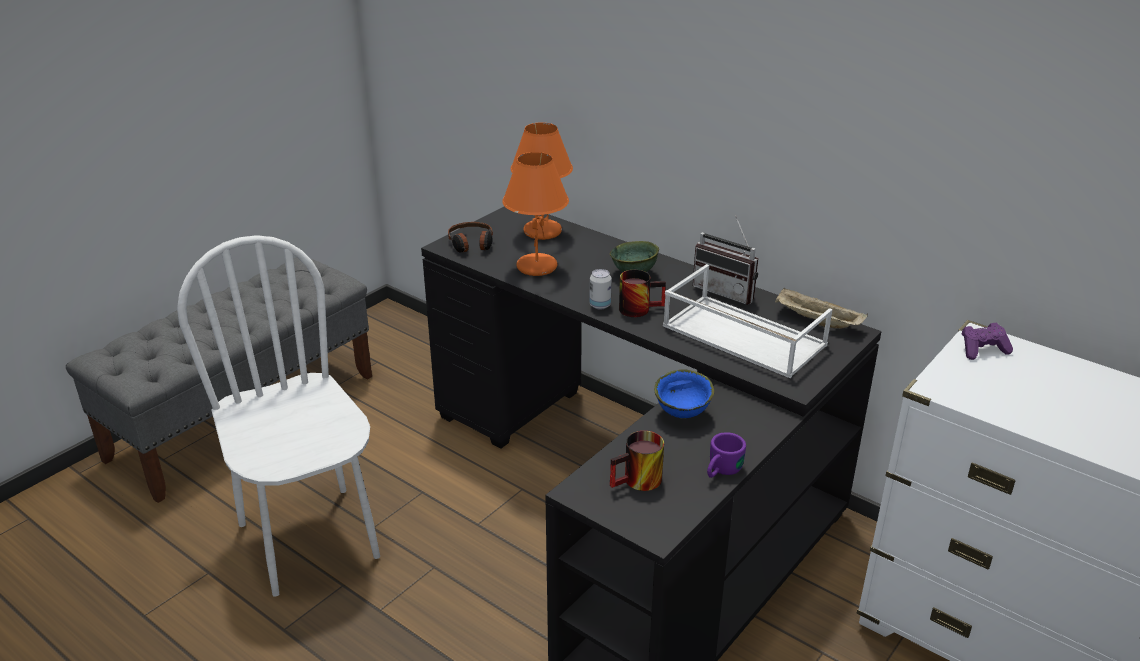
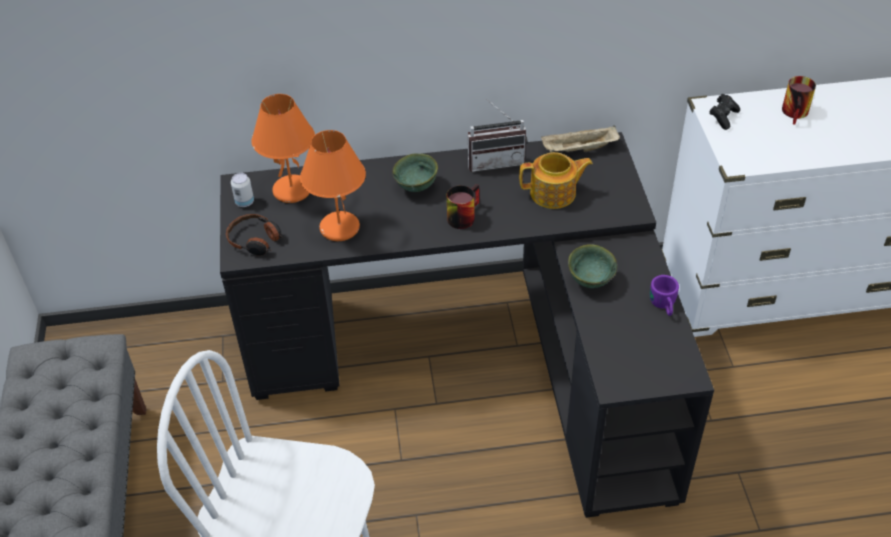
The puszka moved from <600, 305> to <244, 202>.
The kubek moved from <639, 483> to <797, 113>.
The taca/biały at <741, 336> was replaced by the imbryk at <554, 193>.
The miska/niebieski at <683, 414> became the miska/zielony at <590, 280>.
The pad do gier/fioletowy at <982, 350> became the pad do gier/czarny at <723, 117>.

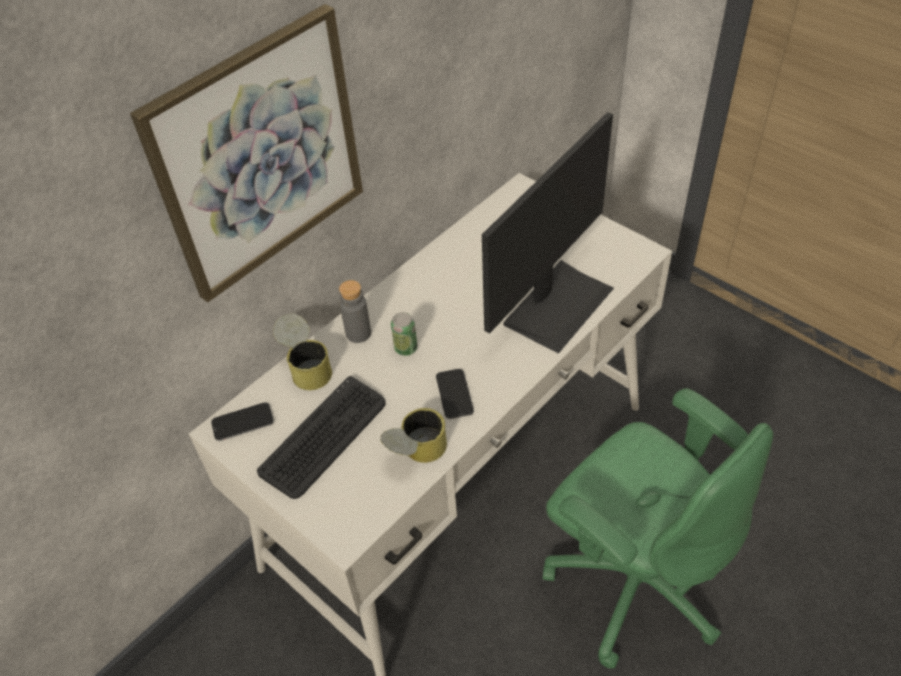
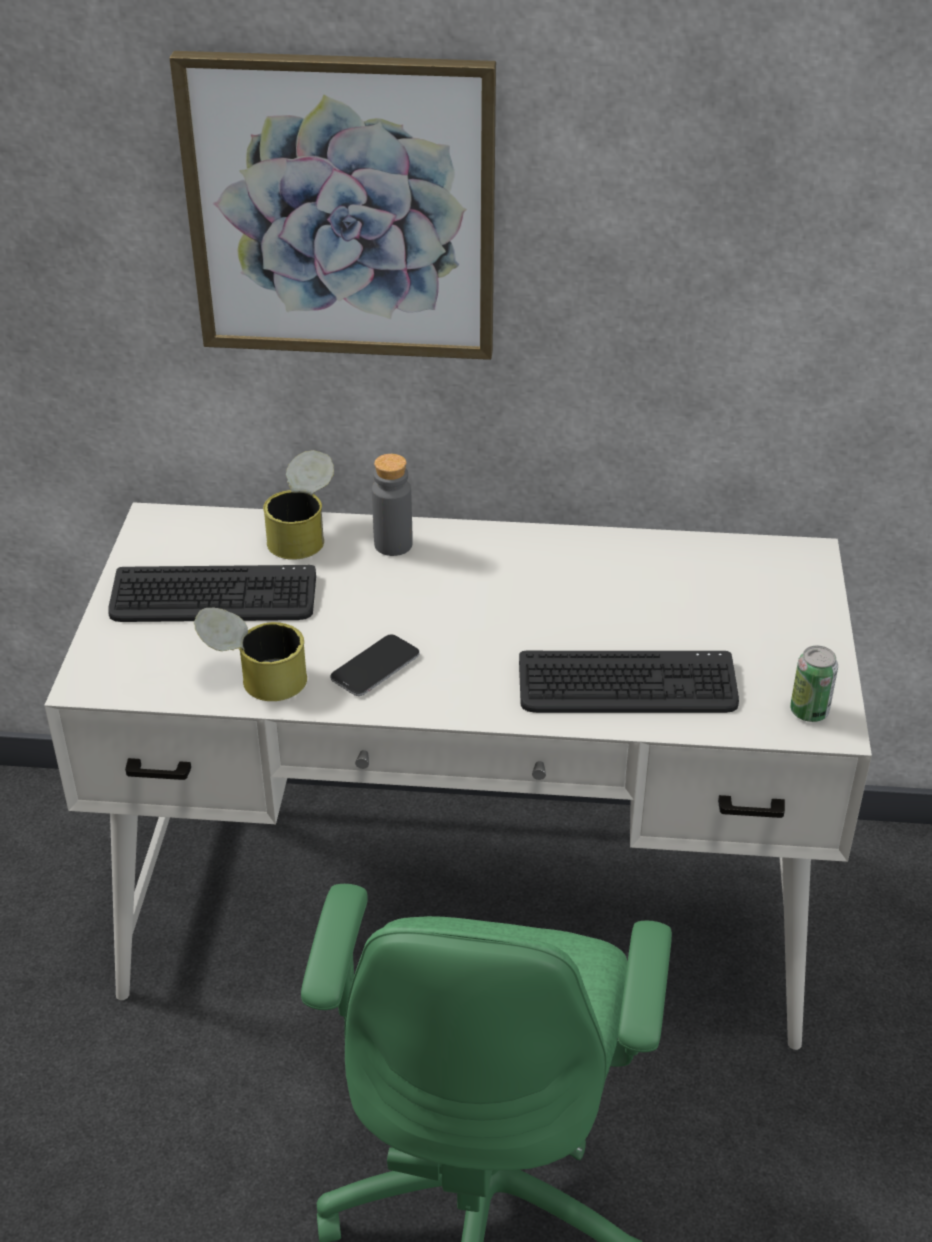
The telefon at <243, 422> disappeared.
The puszka moved from <406, 348> to <809, 711>.
The monitor at <557, 304> was replaced by the klawiatura at <627, 686>.

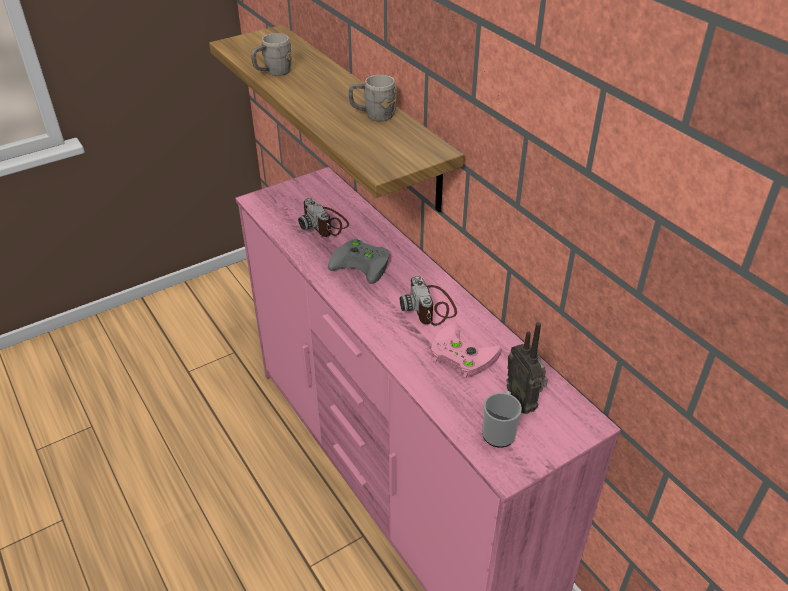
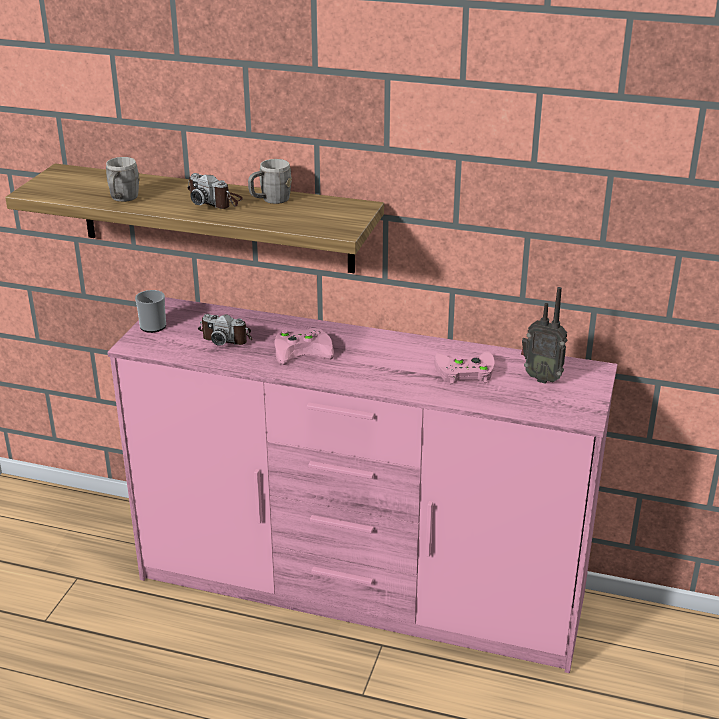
The aparat fotograficzny moved from <430, 307> to <215, 201>.
The kubek moved from <499, 431> to <152, 324>.
The pad do gier/szary at <363, 263> became the pad do gier/różowy at <304, 349>.

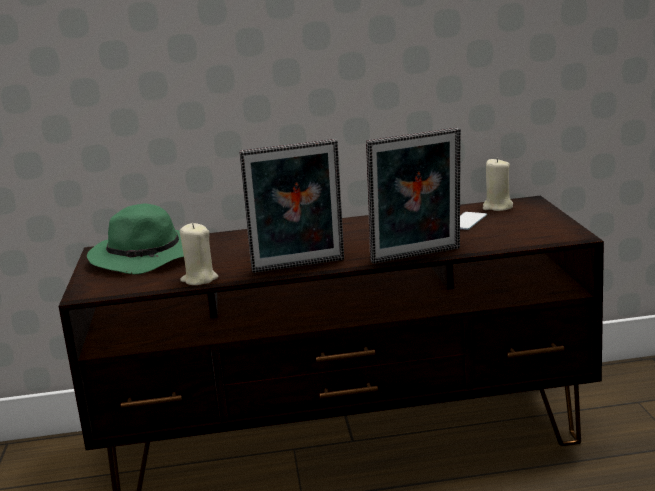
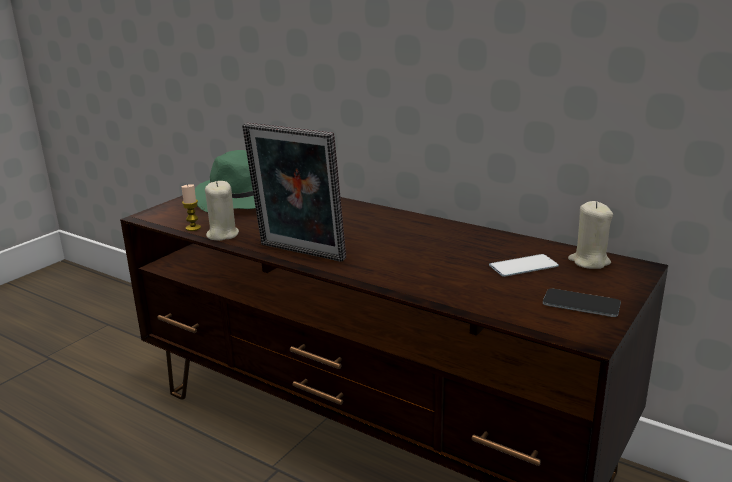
The ramka na zdjęcie at <417, 256> disappeared.
The świeca at <193, 228> appeared.
The telefon at <581, 303> appeared.

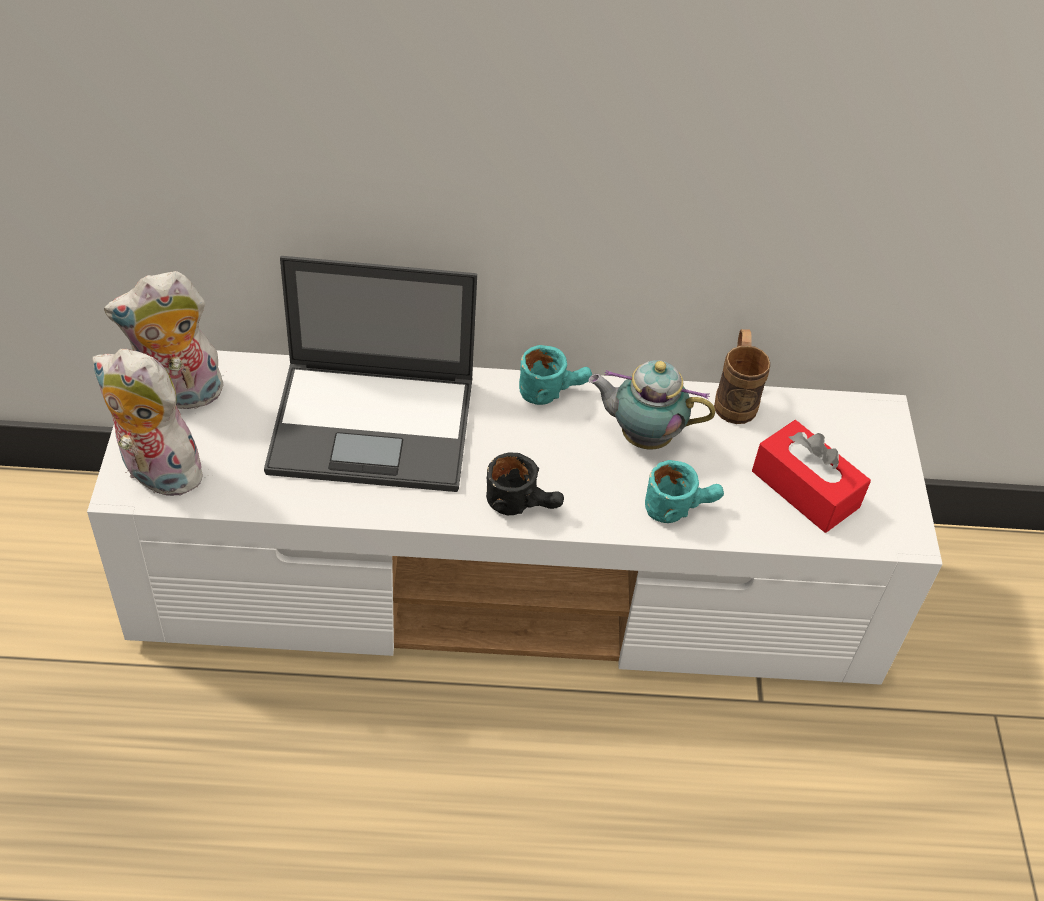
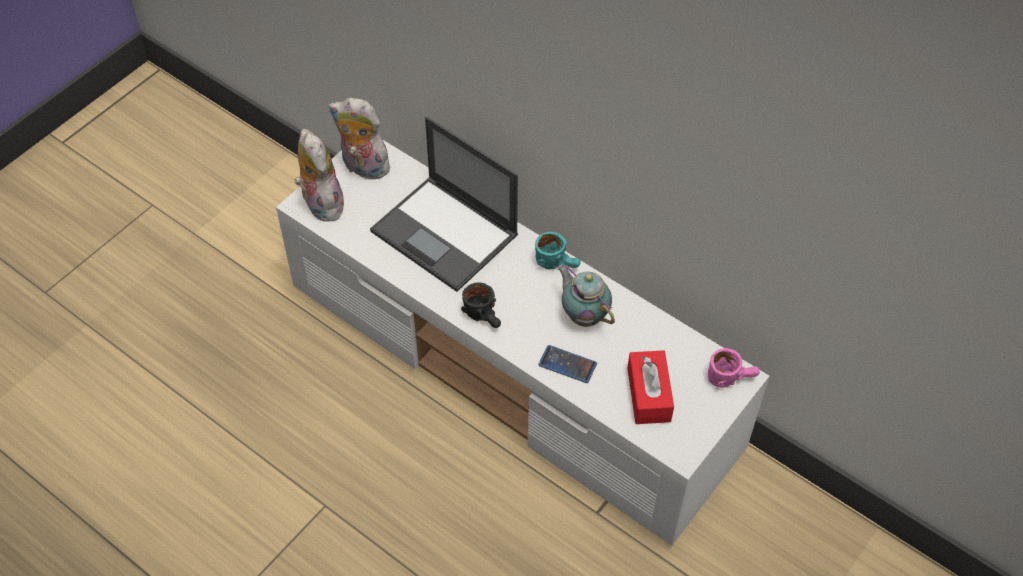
The kubek/brązowy at <735, 399> disappeared.
The kubek/różowy at <731, 377> appeared.
The kubek/turkusowy at <680, 506> was replaced by the telefon at <567, 364>.

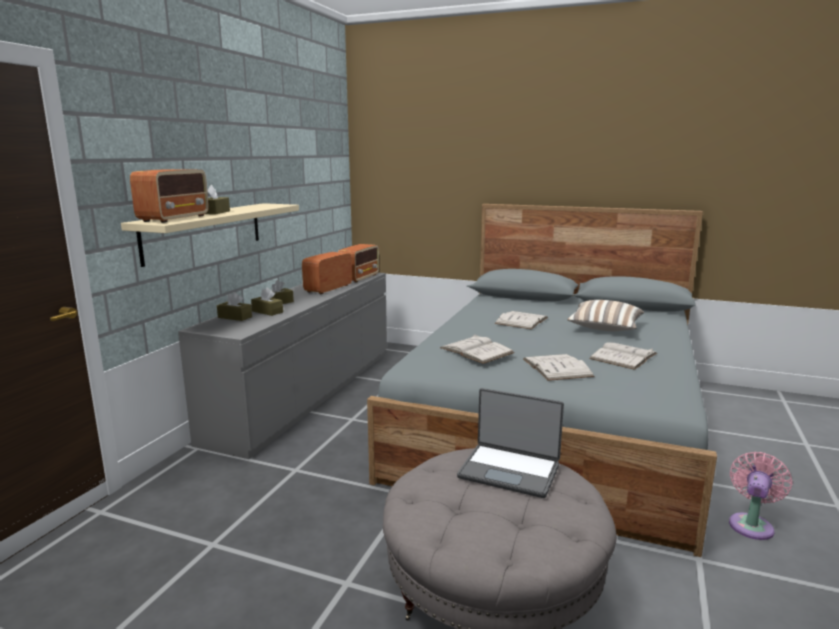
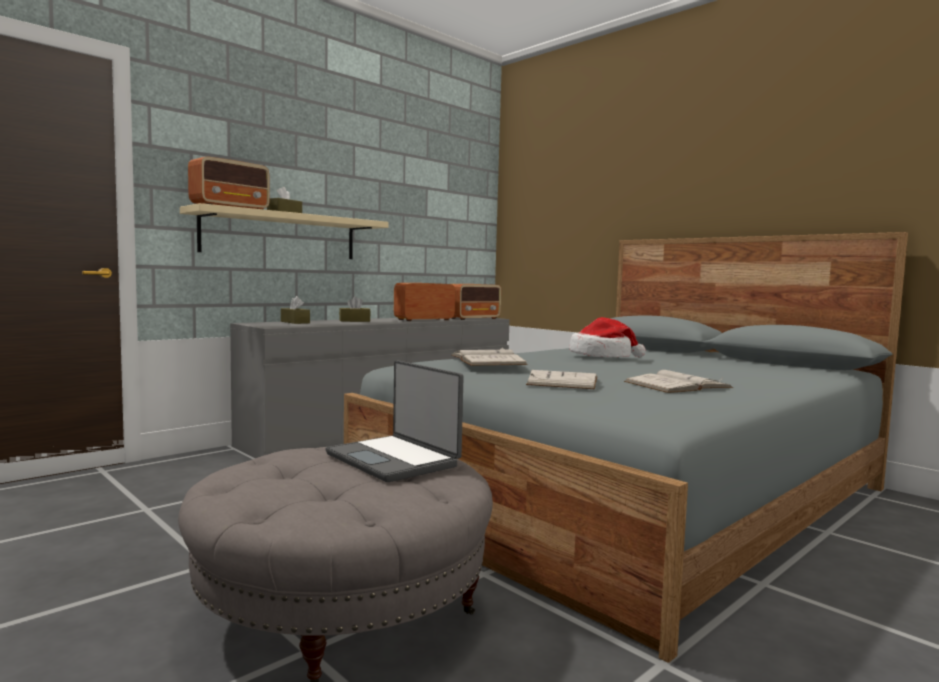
The pudełko chusteczek/brązowy at <267, 312> disappeared.
The poduszka at <604, 329> disappeared.
The wentylator/różowy at <751, 524> disappeared.
The książka/biały at <521, 320> was replaced by the kapelusz at <602, 356>.

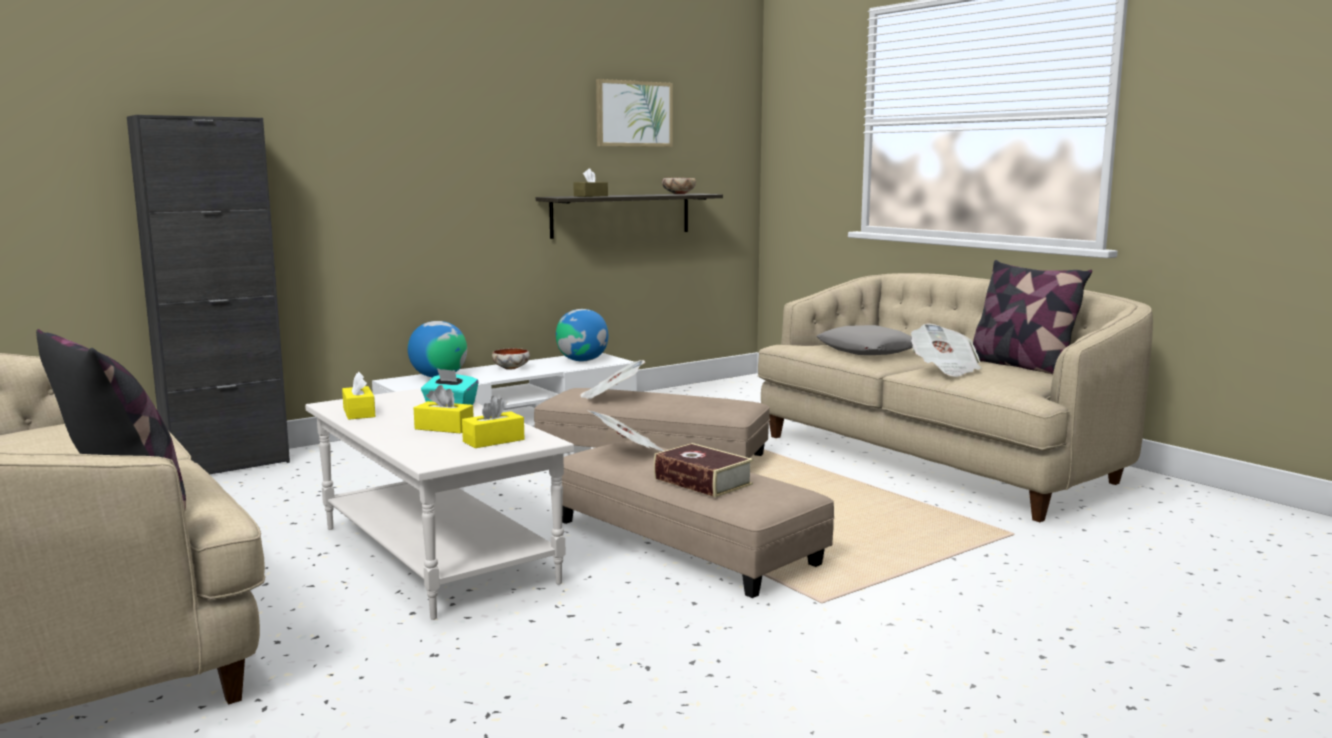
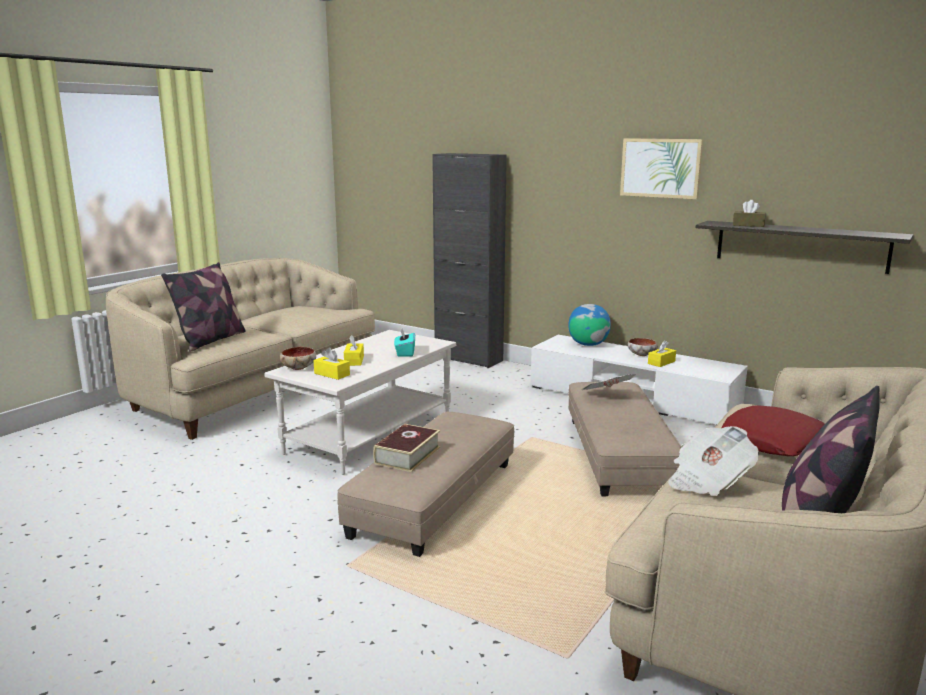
The globus at <582, 360> disappeared.
The gazeta at <629, 452> disappeared.
The pudełko chusteczek/żółty moved from <359, 412> to <661, 362>.
The obraz moved from <634, 114> to <660, 168>.
The miska moved from <678, 194> to <298, 367>.
The poduszka/szary at <867, 350> became the poduszka/czerwony at <771, 441>.

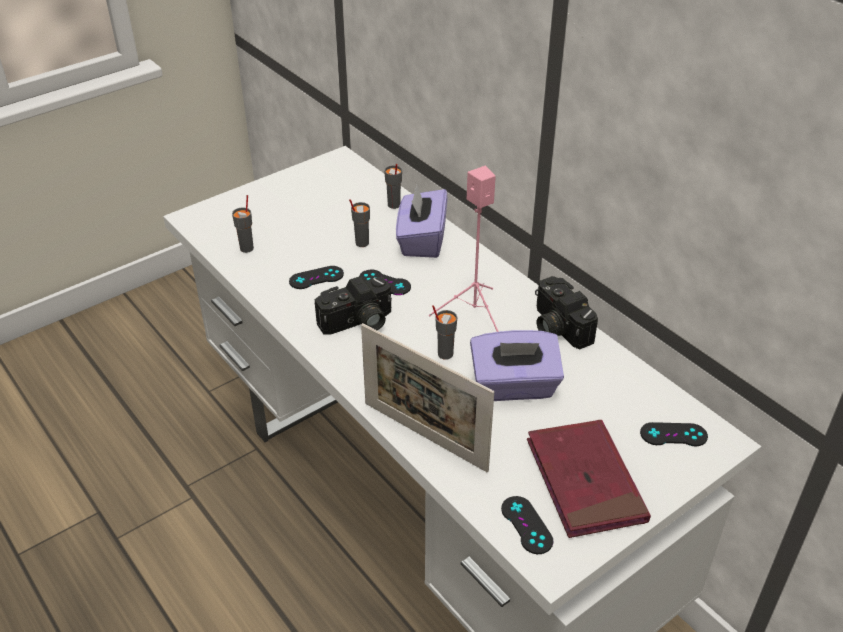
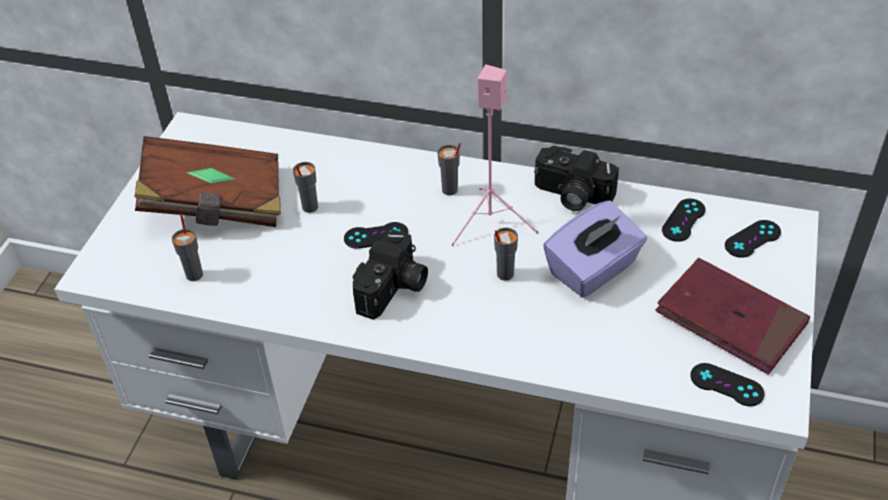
The ramka na zdjęcie at <424, 436> disappeared.
The pudełko chusteczek/fioletowy at <421, 240> disappeared.
The książka/brązowy at <215, 205> appeared.
The pad do gier/czarny moved from <316, 278> to <683, 220>.
The filiżanka/szary moved from <393, 205> to <450, 190>.

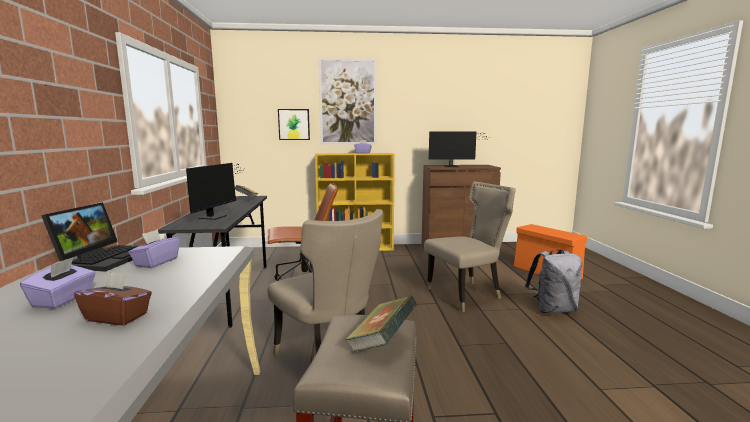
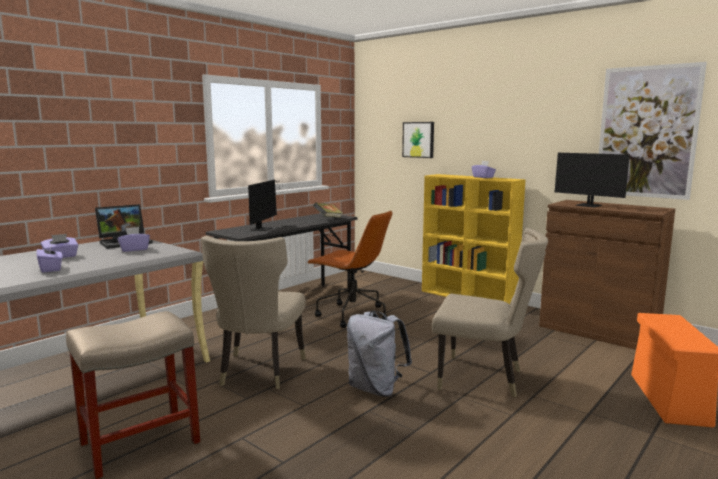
The książka at <381, 343> disappeared.
The obraz moved from <348, 102> to <647, 132>.
The plecak/szary moved from <553, 310> to <376, 389>.
The pudełko chusteczek/brązowy at <117, 317> became the pudełko chusteczek/fioletowy at <51, 269>.
The monitor at <216, 216> turned 45 degrees counterclockwise.

